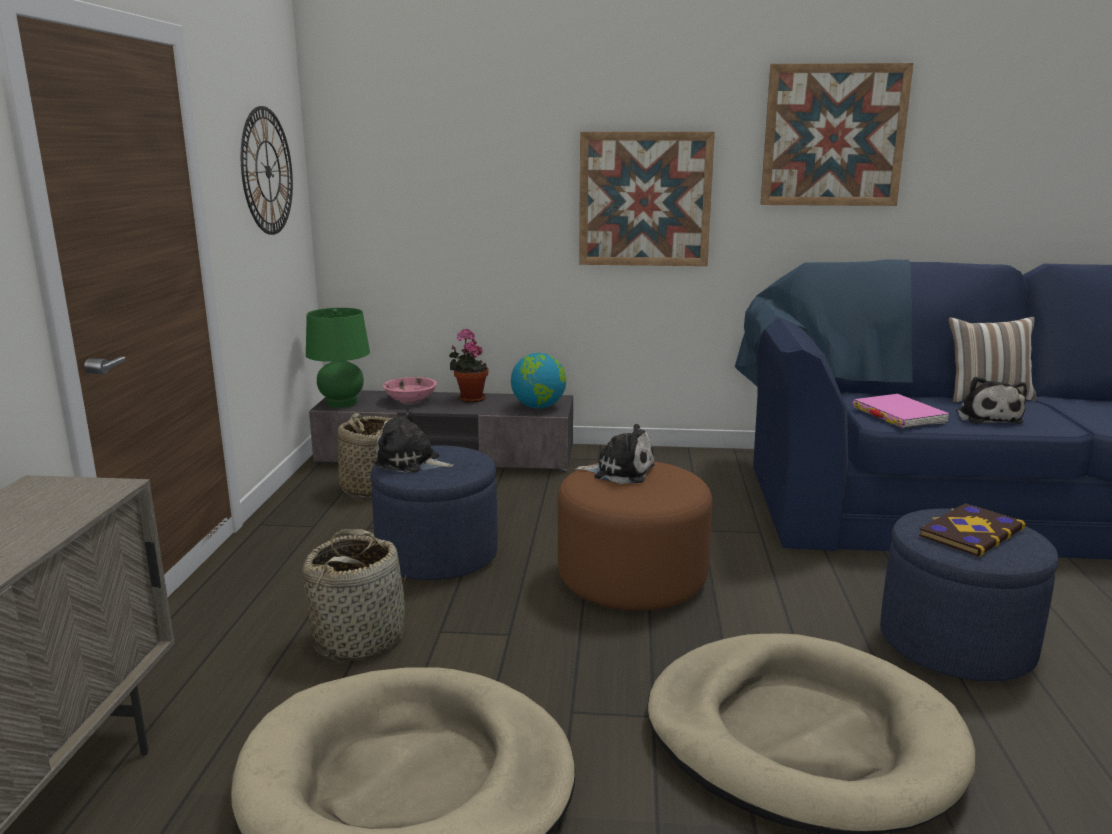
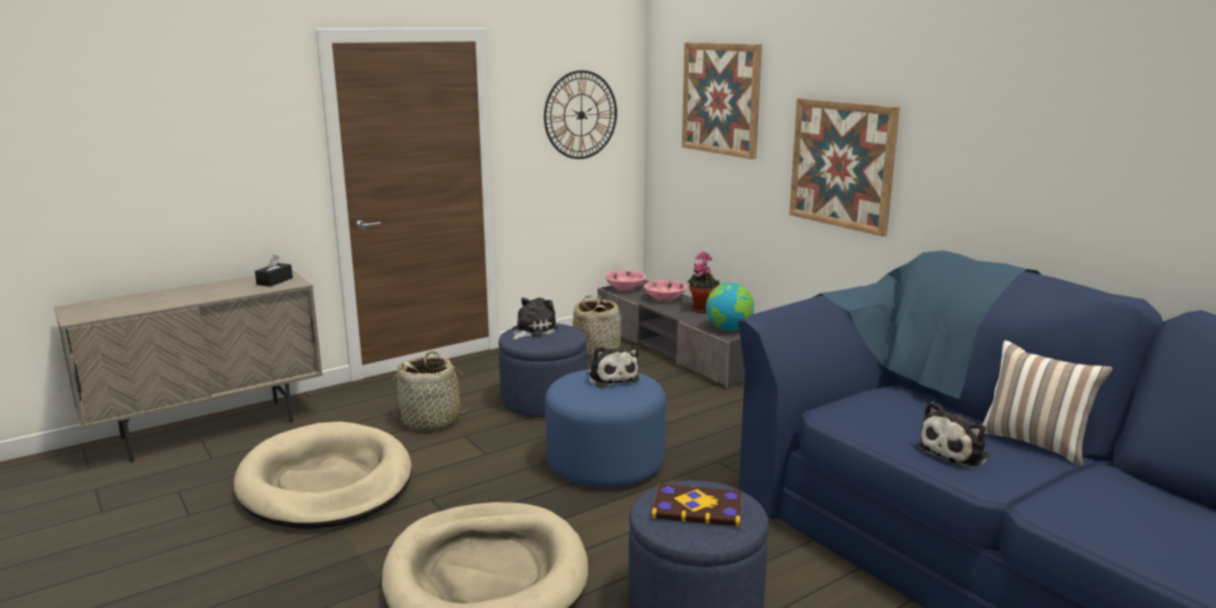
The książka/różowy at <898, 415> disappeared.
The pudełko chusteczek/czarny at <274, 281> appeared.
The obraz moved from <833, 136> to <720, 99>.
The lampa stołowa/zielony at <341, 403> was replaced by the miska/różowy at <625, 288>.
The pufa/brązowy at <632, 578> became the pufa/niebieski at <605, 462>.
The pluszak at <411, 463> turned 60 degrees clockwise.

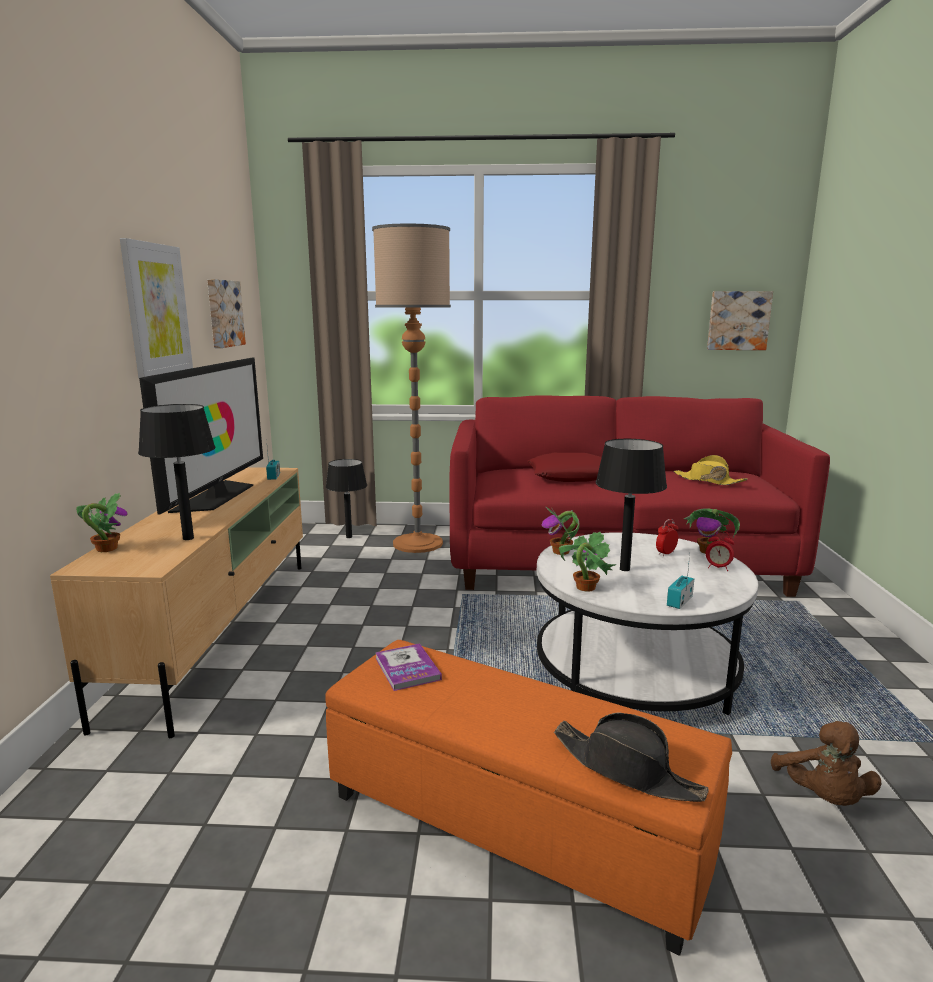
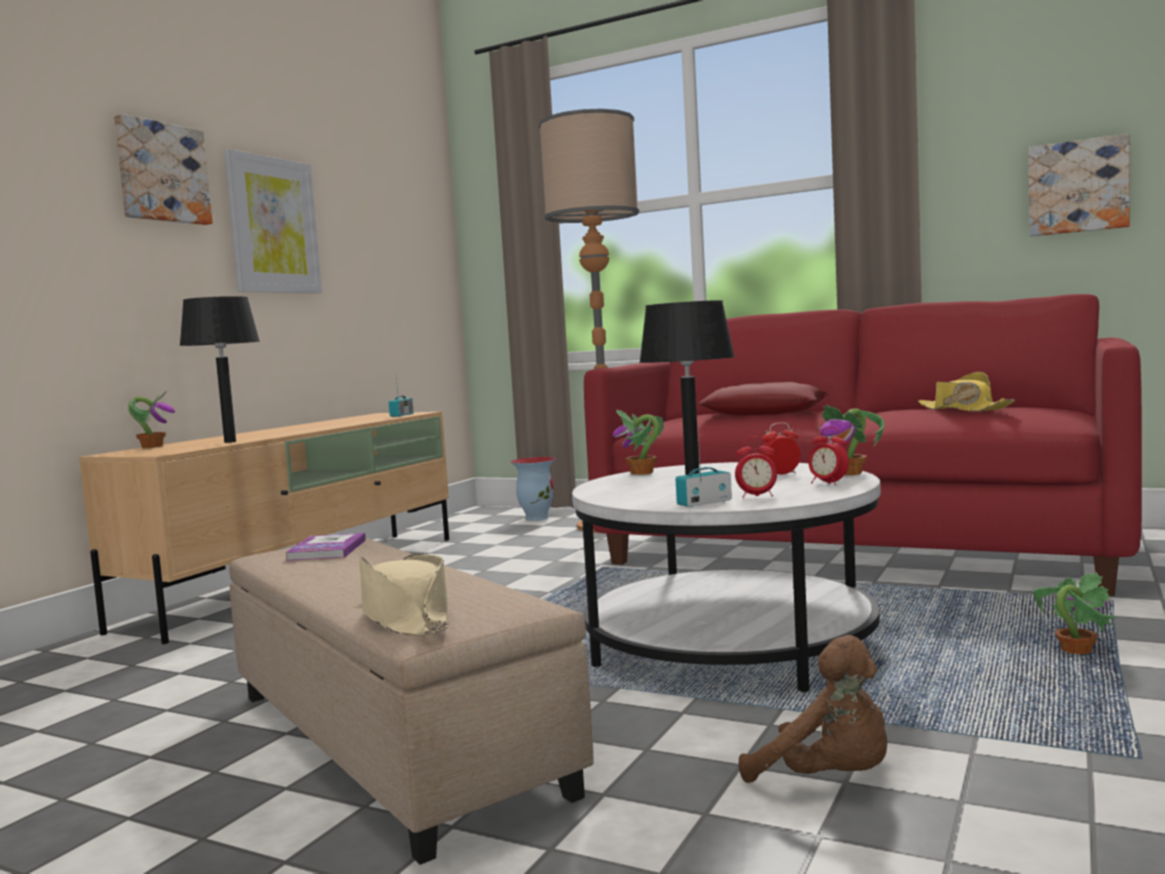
The telewizor at <216, 496> disappeared.
The budzik at <757, 496> appeared.
The obraz moved from <223, 313> to <161, 173>.
The roślina doniczkowa moved from <585, 587> to <1075, 651>.
The lampa stołowa/czarny at <349, 537> was replaced by the wazon at <536, 518>.
The pufa/pomarańczowy at <512, 824> became the pufa/beżowy at <388, 741>.
The kapelusz/czarny at <627, 769> became the kapelusz/beżowy at <405, 617>.
The pluszak/brązowy at <823, 797> turned 75 degrees counterclockwise.

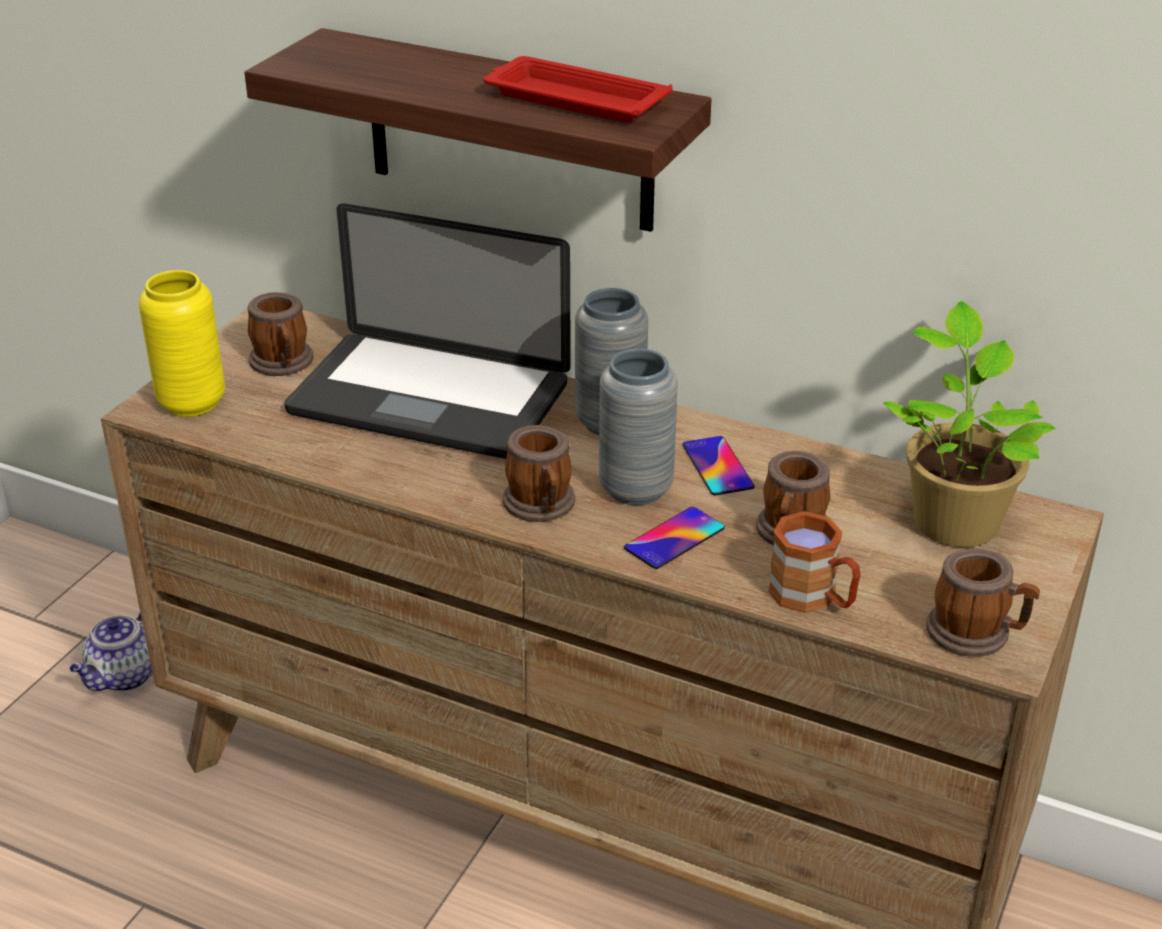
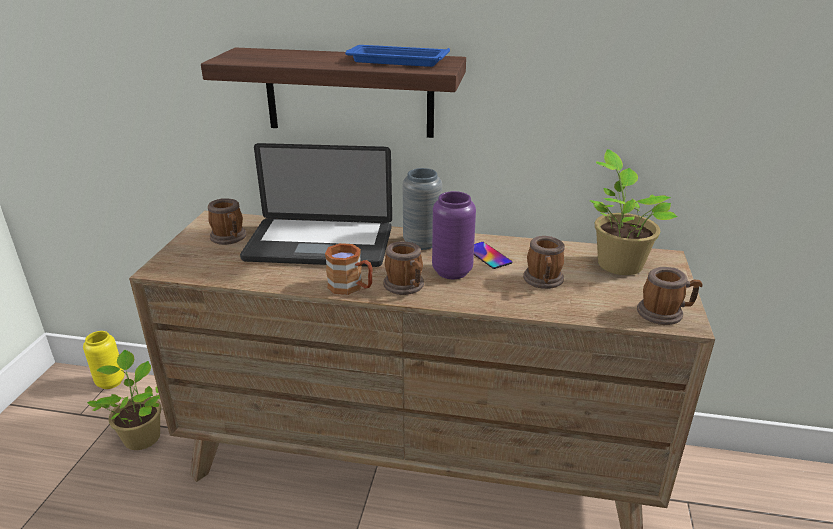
The telefon at <674, 538> disappeared.
The wazon/żółty moved from <192, 403> to <110, 382>.
The kubek/brązowy moved from <813, 598> to <351, 287>.
The imbryk at <124, 676> was replaced by the roślina doniczkowa at <142, 436>.
The taca/czerwony at <573, 99> became the taca/niebieski at <395, 61>.
The wazon/szary at <636, 489> became the wazon/fioletowy at <452, 271>.

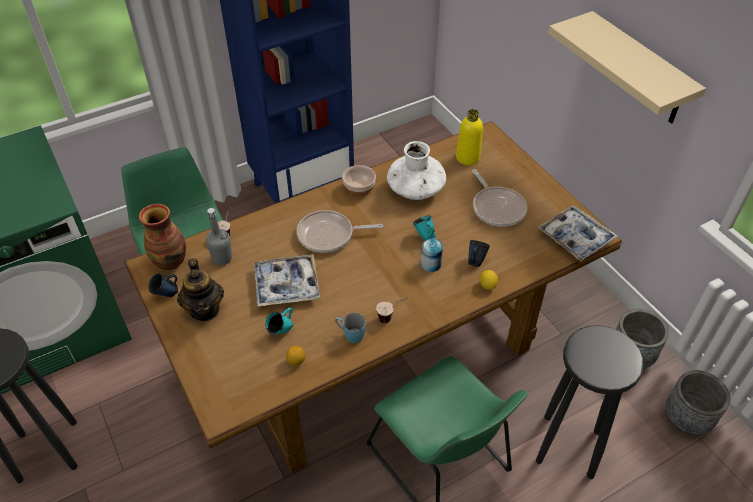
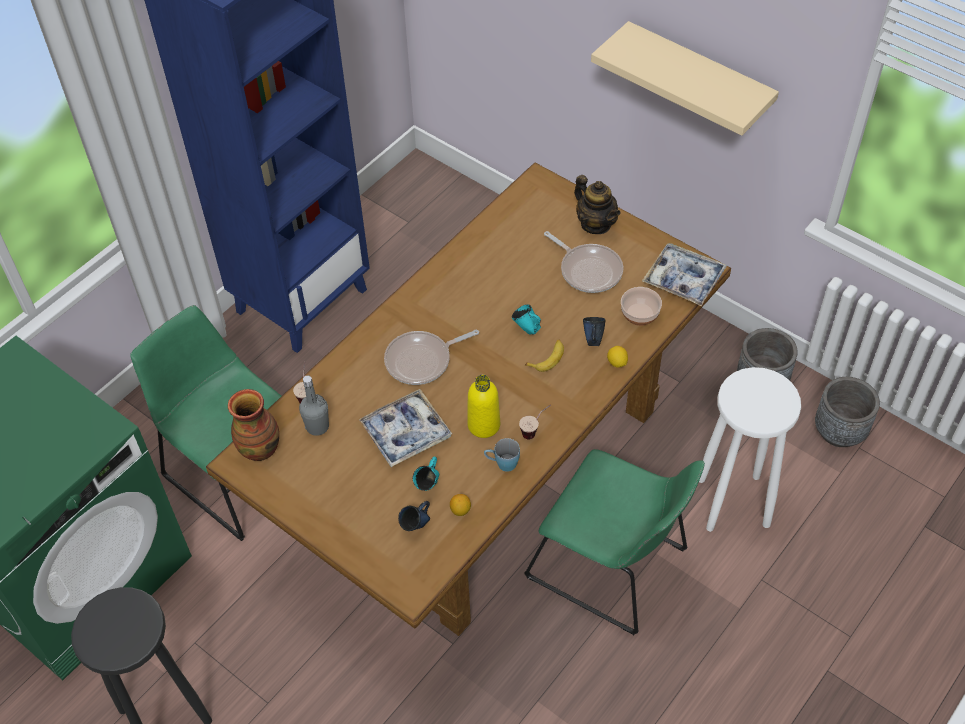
The wazon/biały at <415, 189> disappeared.
The kubek/niebieski moved from <167, 295> to <416, 526>.
The imbryk moved from <205, 309> to <595, 224>.
The miska moved from <359, 188> to <640, 315>.
The butelka/żółty moved from <467, 157> to <484, 425>.
The puszka at <430, 264> was replaced by the banan at <547, 358>.
The stołek/czarny at <568, 446> became the stołek/biały at <733, 503>.

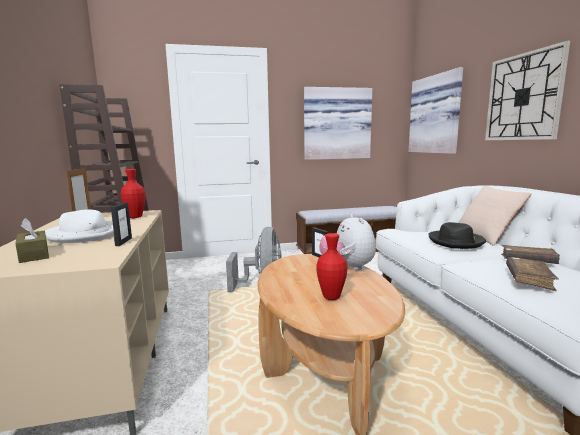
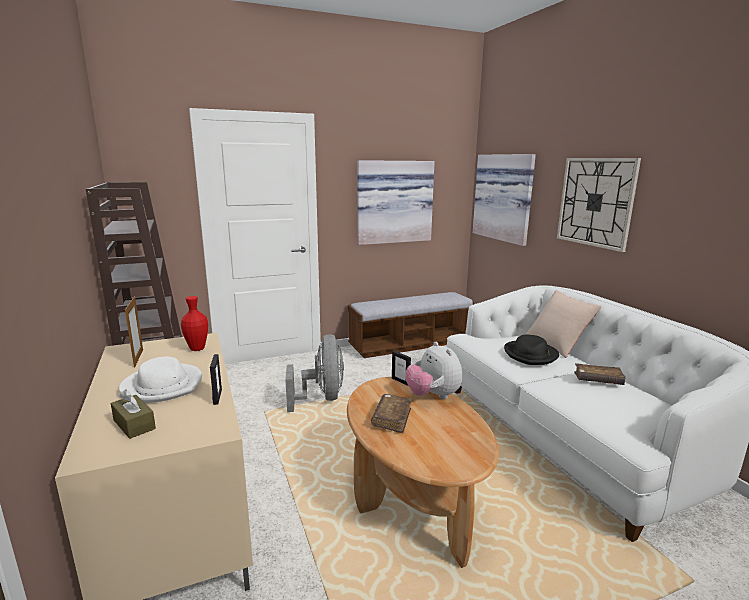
The wazon/czerwony at <331, 297> disappeared.
The książka/brązowy moved from <529, 279> to <392, 418>.

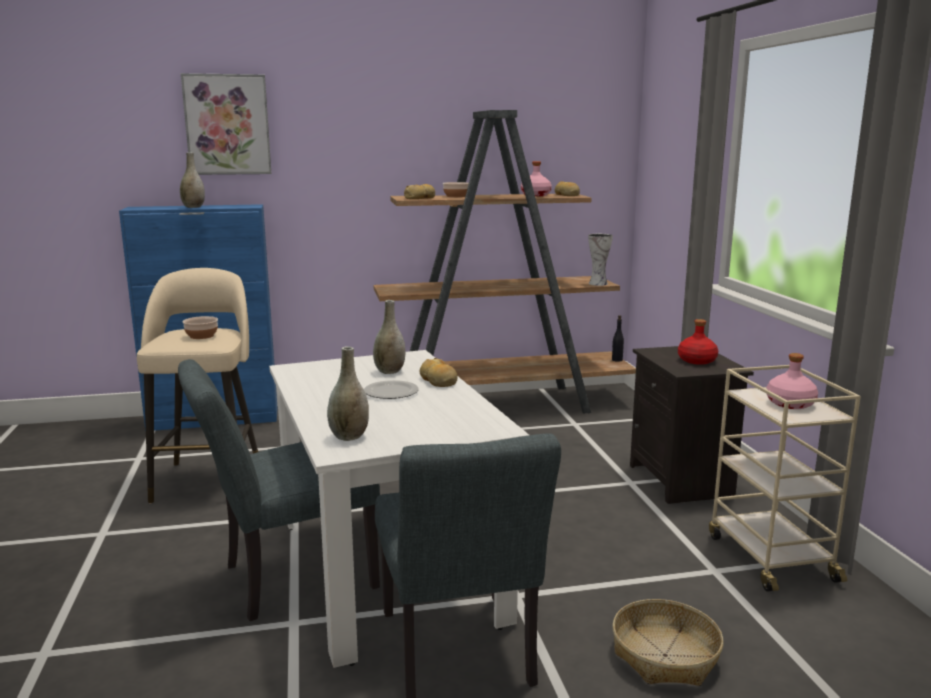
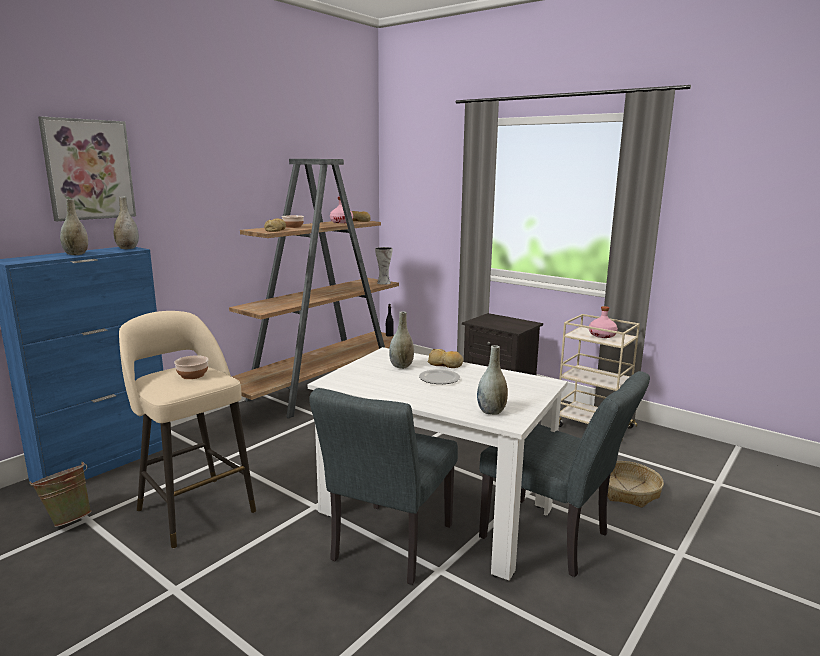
The butelka/czerwony at <697, 360> disappeared.
The wiadro/zielony at <68, 519> appeared.
The wazon/szary at <127, 248> appeared.

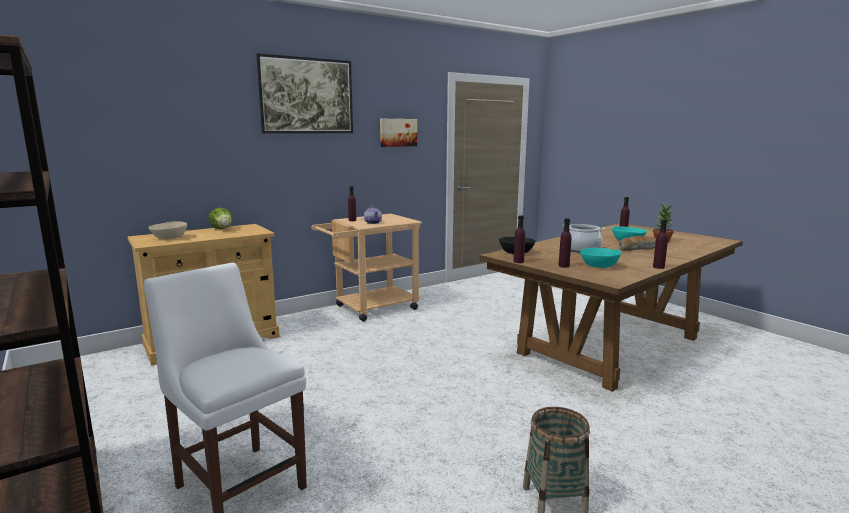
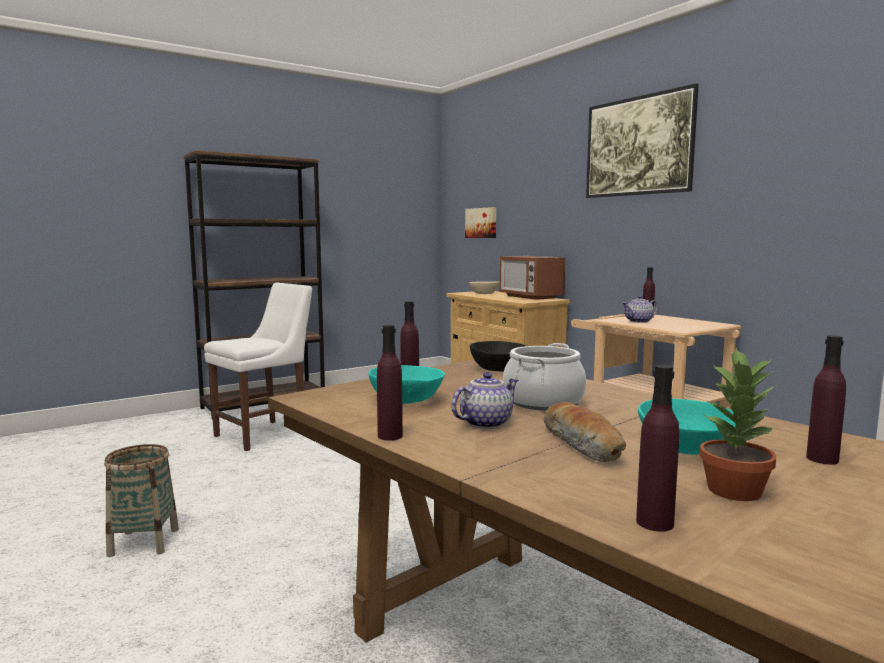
The imbryk at <485, 423> appeared.
The obraz moved from <398, 132> to <481, 223>.
The butelka/fioletowy moved from <518, 261> to <654, 522>.
The sałata at <222, 229> was replaced by the mikrofalówka at <530, 297>.

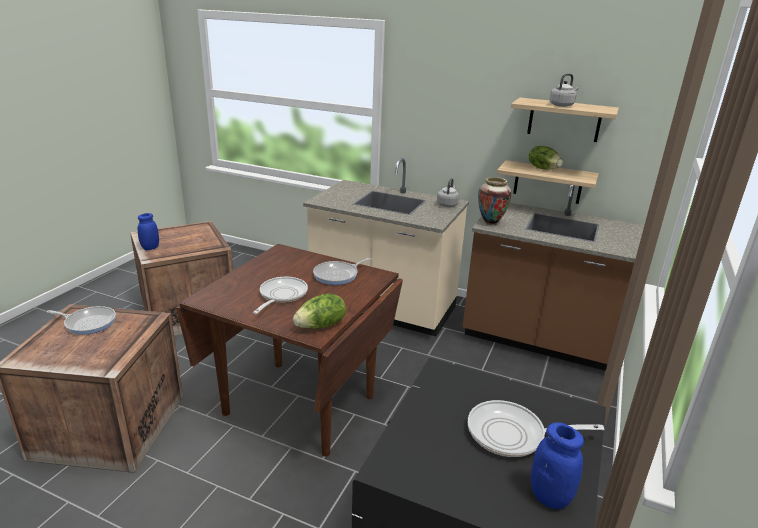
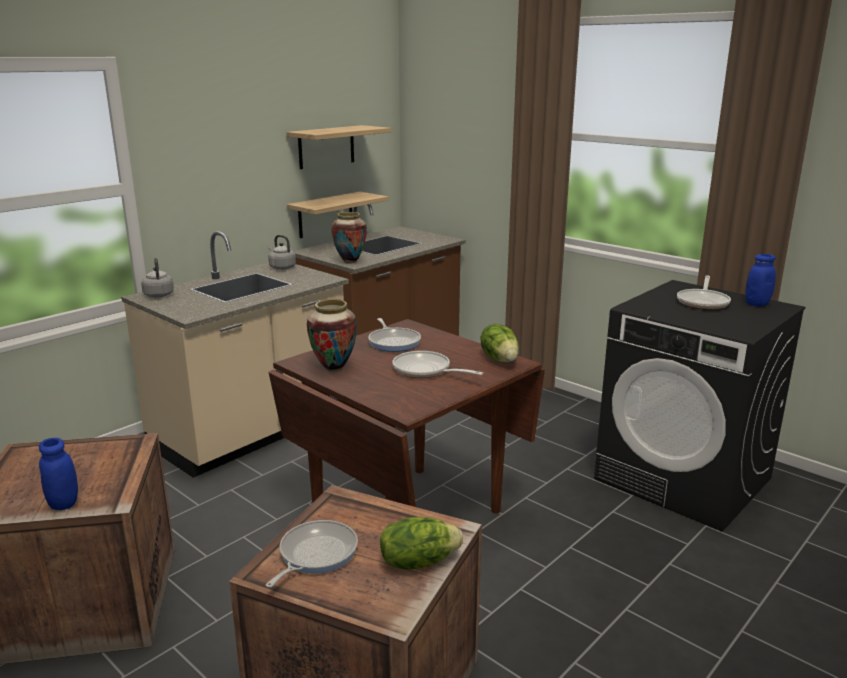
The wazon at <334, 369> appeared.
The sałata moved from <543, 168> to <418, 561>.
The czajnik/szary moved from <562, 105> to <159, 294>.

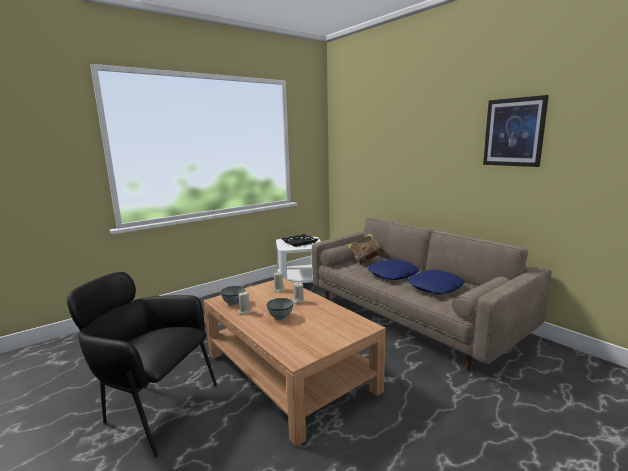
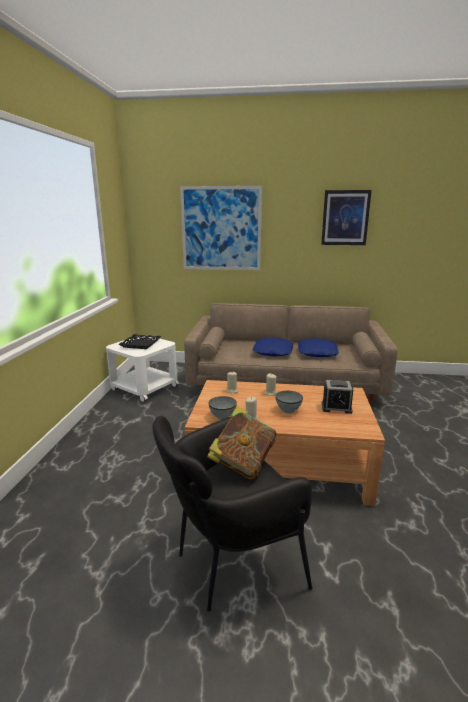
The obraz at <221, 229> appeared.
The budzik at <336, 407> appeared.
The książka moved from <365, 260> to <242, 463>.

